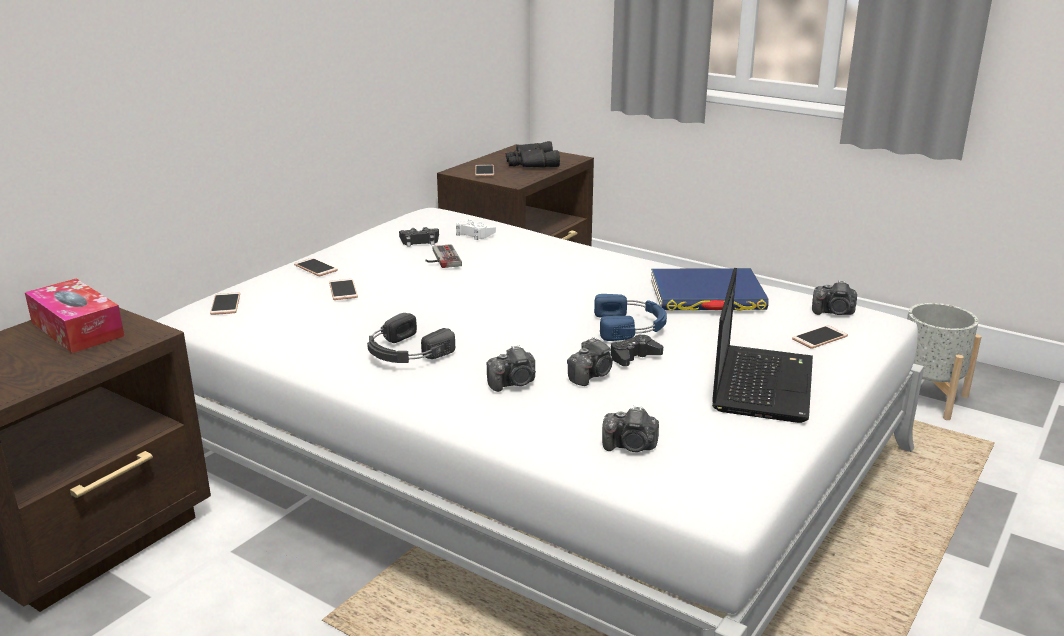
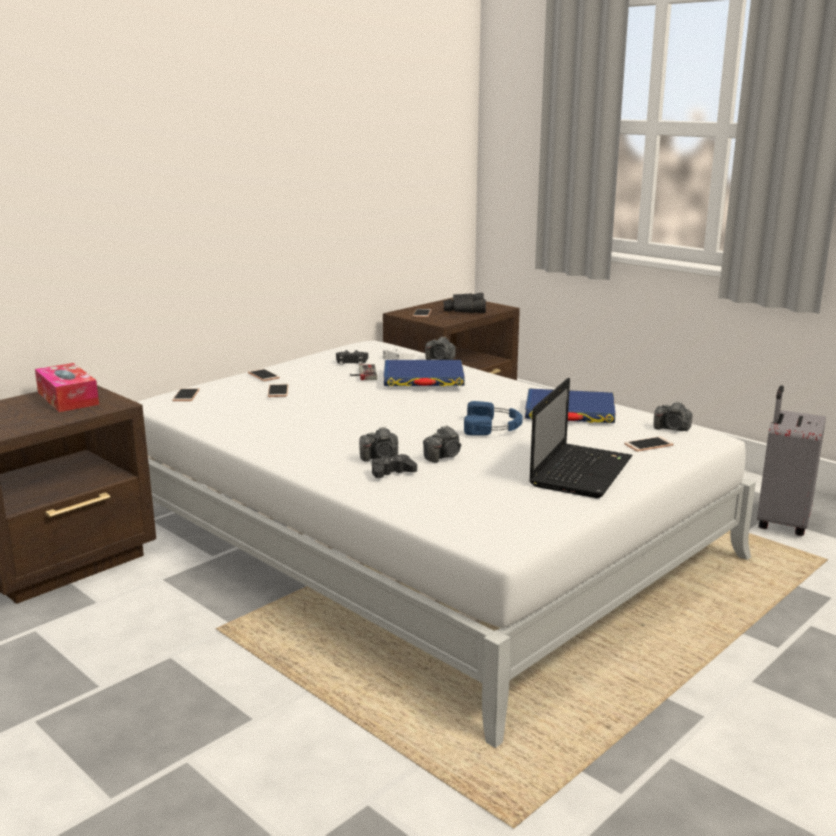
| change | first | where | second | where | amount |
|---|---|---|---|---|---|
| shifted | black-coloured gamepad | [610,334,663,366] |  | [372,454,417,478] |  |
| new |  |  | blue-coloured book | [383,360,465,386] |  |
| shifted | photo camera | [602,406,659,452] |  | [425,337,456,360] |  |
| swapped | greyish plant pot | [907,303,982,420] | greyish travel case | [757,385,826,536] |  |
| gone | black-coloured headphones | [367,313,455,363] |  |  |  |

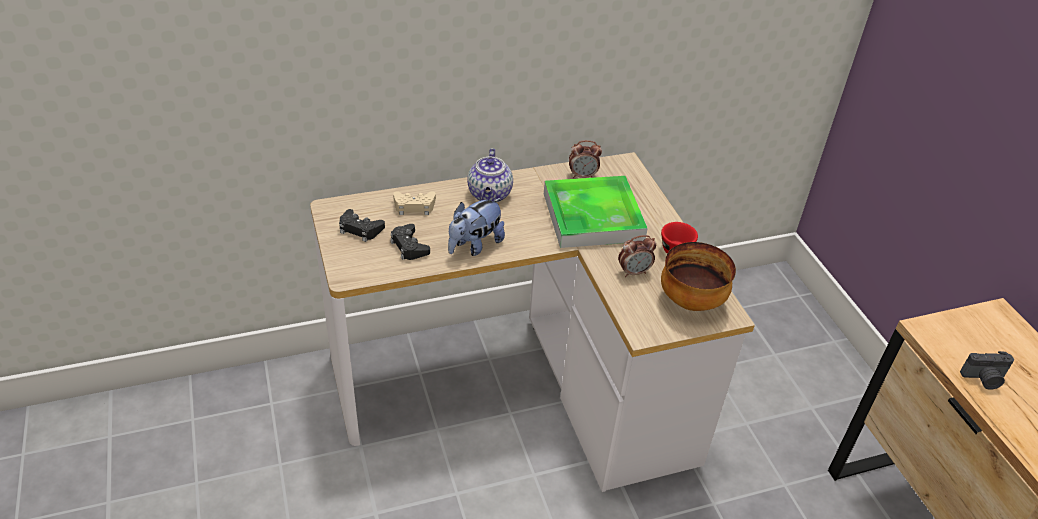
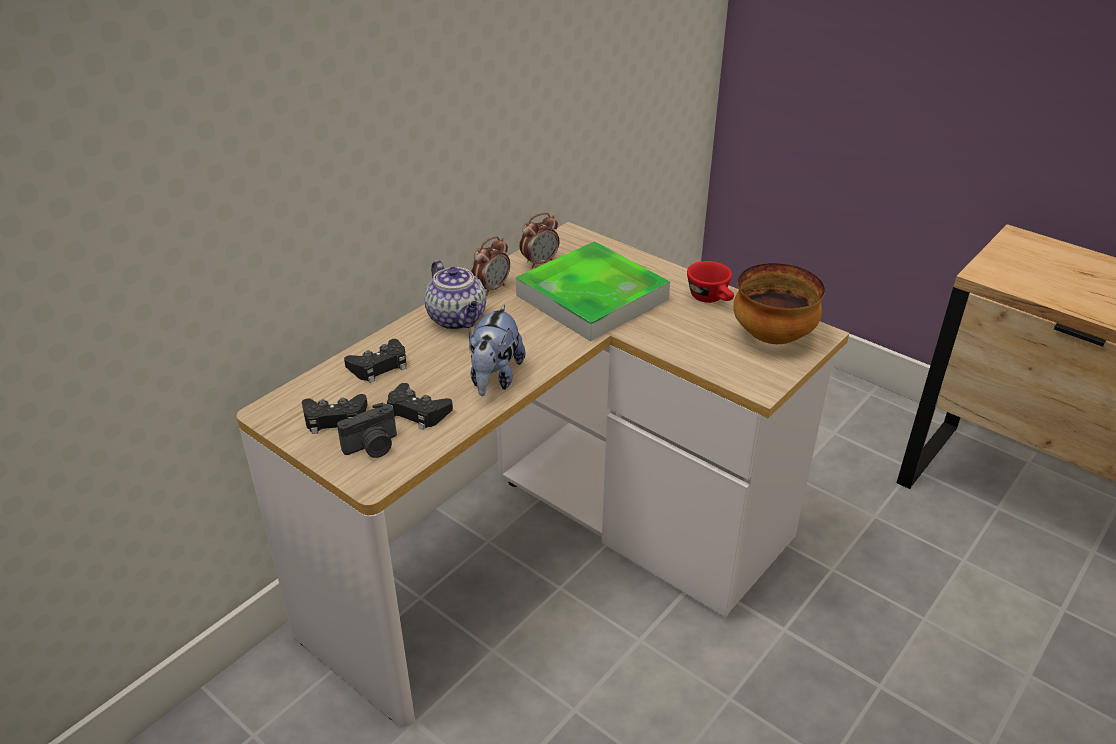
| change | first | where | second | where | amount |
|---|---|---|---|---|---|
| shifted | photo camera | [960,351,1014,390] |  | [337,402,397,458] |  |
| repainted | beige-coloured gamepad | [393,191,436,215] | black-coloured gamepad | [344,339,407,383] |  |
| shifted | table clock | [618,235,656,277] |  | [471,236,510,296] |  |

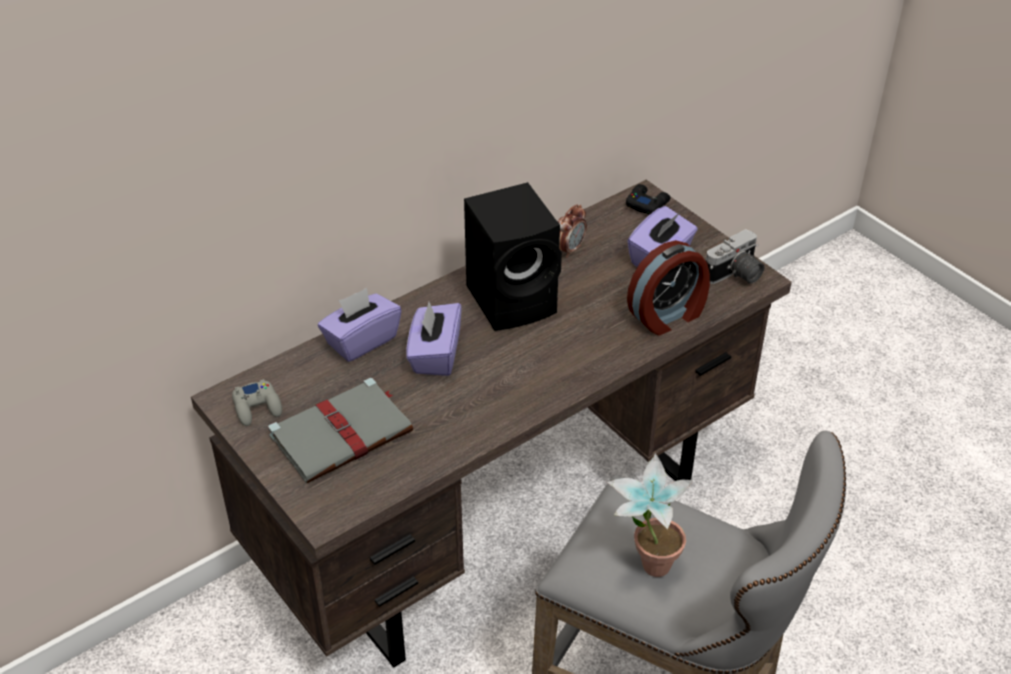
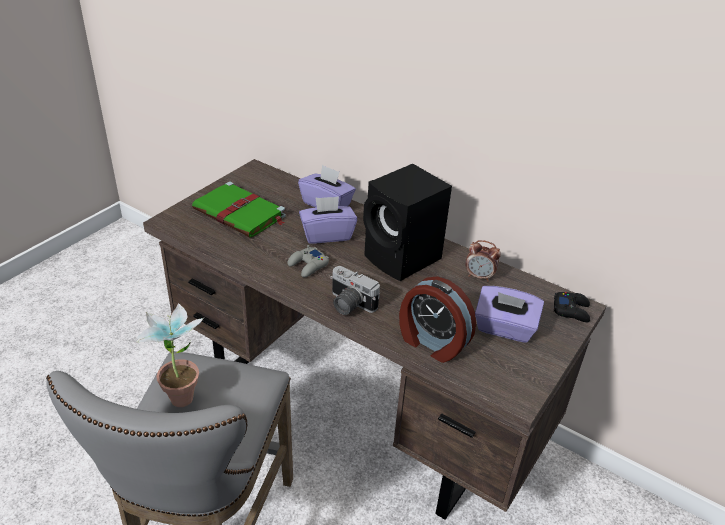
| change | first | where | second | where | amount |
|---|---|---|---|---|---|
| repainted | greyish book | [268,378,413,483] | green book | [192,181,286,237] |  |
| shifted | greyish gamepad | [232,379,282,426] |  | [287,245,329,278] |  |
| shifted | photo camera | [706,229,764,284] |  | [330,266,380,315] |  |

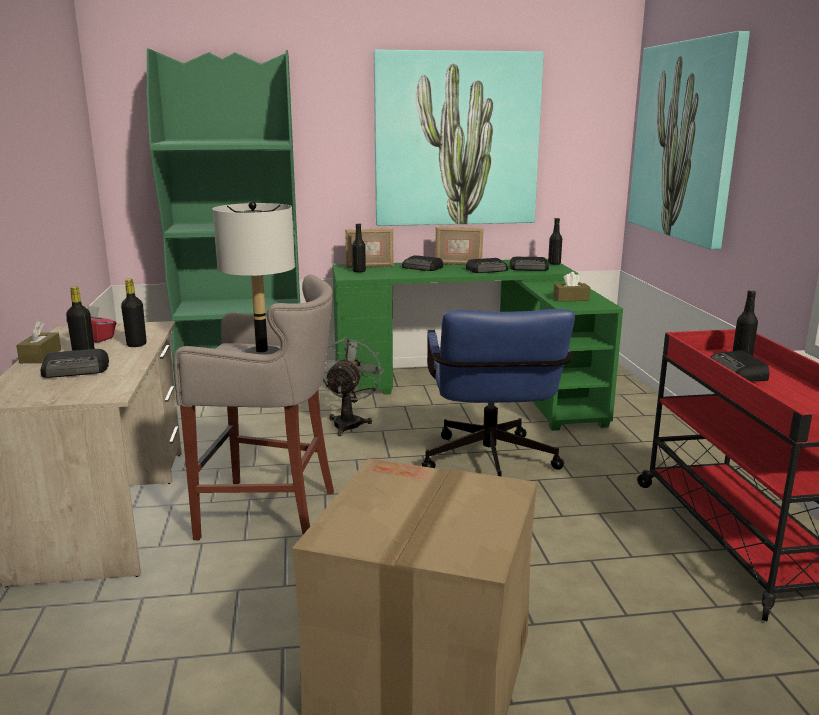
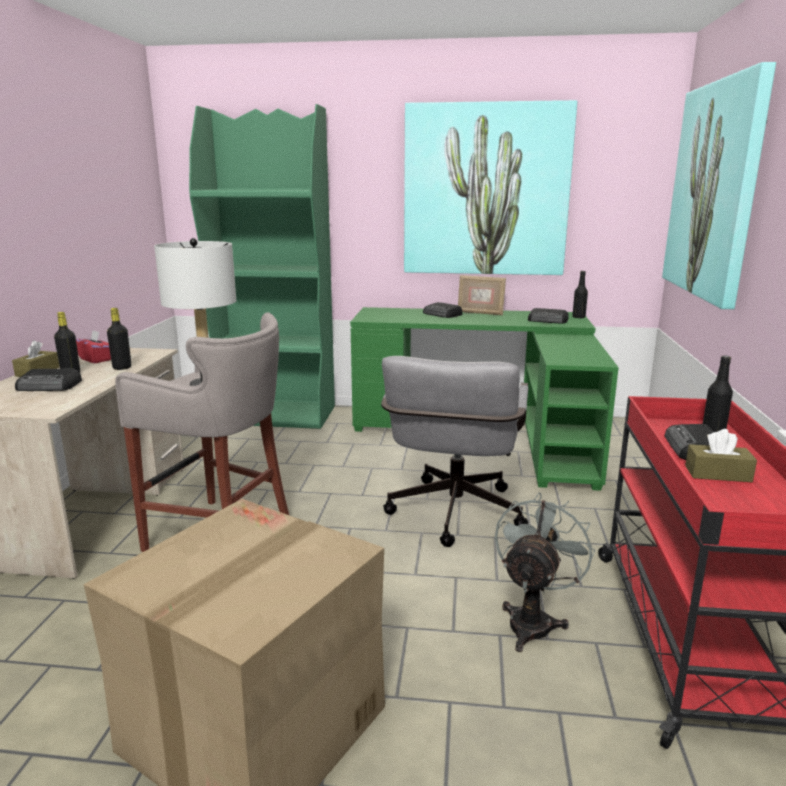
| change | first | where | second | where | amount |
|---|---|---|---|---|---|
| repainted | blue-coloured desk chair | [421,309,575,476] | greyish desk chair | [381,356,528,547] |  |
| shifted | greyish fan | [323,336,384,436] |  | [495,492,595,652] |  |
| shifted | brown-coloured tissue box | [553,272,590,302] |  | [685,429,757,482] |  |
| gone | photo frame | [345,228,394,268] |  |  |  |
| gone | black-coloured beverage bottle | [352,223,366,272] |  |  |  |
| gone | radio set | [466,258,508,273] |  |  |  |

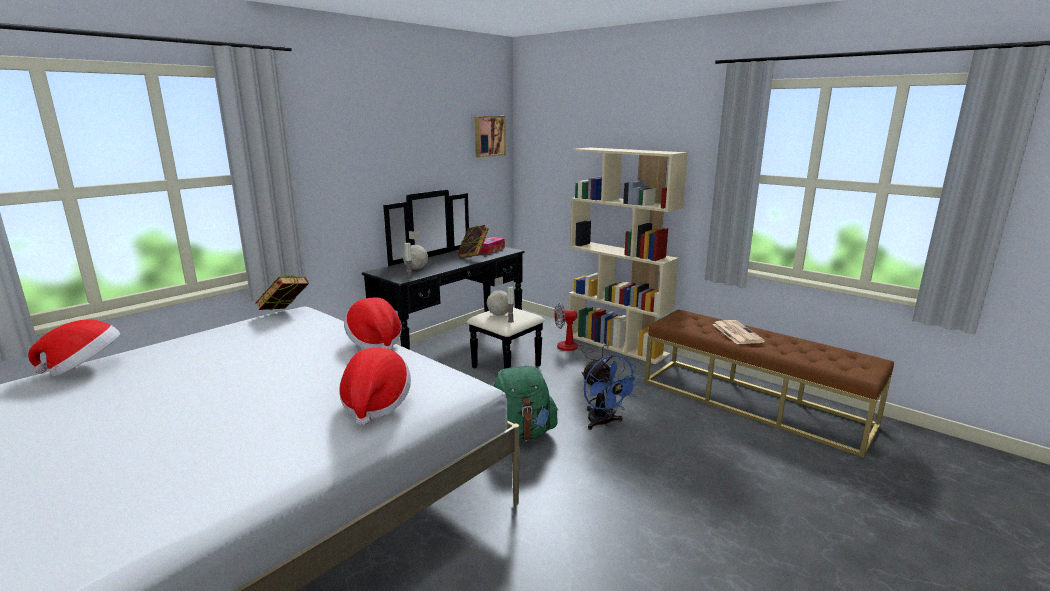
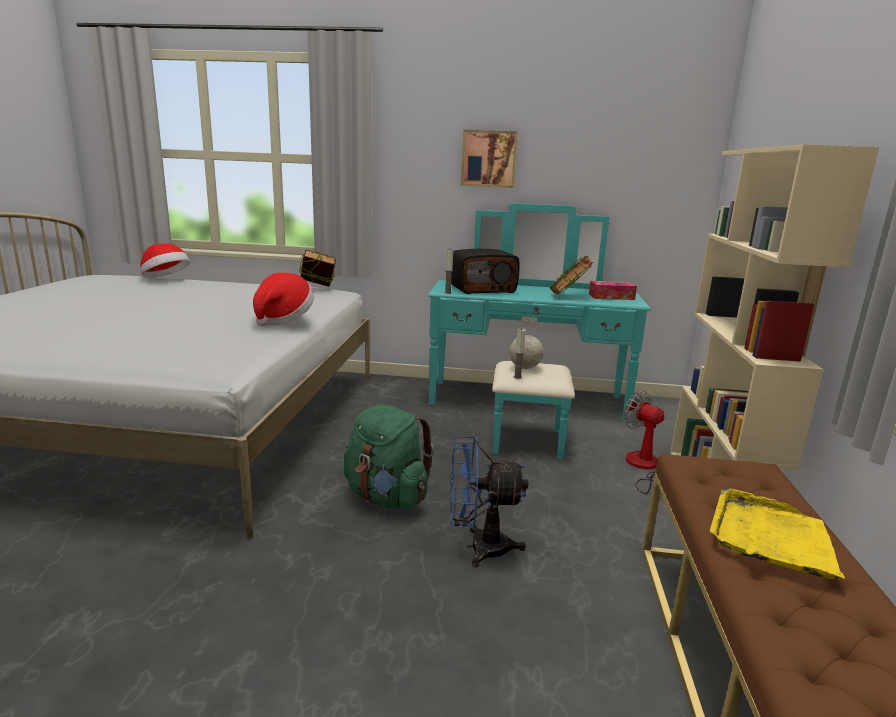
| change | first | where | second | where | amount |
|---|---|---|---|---|---|
| repainted | black-coloured drawer chest | [362,189,545,369] | blue-green drawer chest | [428,203,651,460] |  |
| rotated | blue-coloured fan | [582,355,640,430] |  | [450,436,528,567] | 60 degrees clockwise |
| swapped | globe | [403,231,428,270] | radio set | [451,249,519,294] |  |
| shifted | picture | [475,116,506,157] |  | [461,130,518,188] |  |
| swapped | daily paper | [712,320,765,344] | yellow-coloured carrying tray | [710,488,845,580] |  |
| gone | clothing hat | [339,348,411,425] |  |  |  |

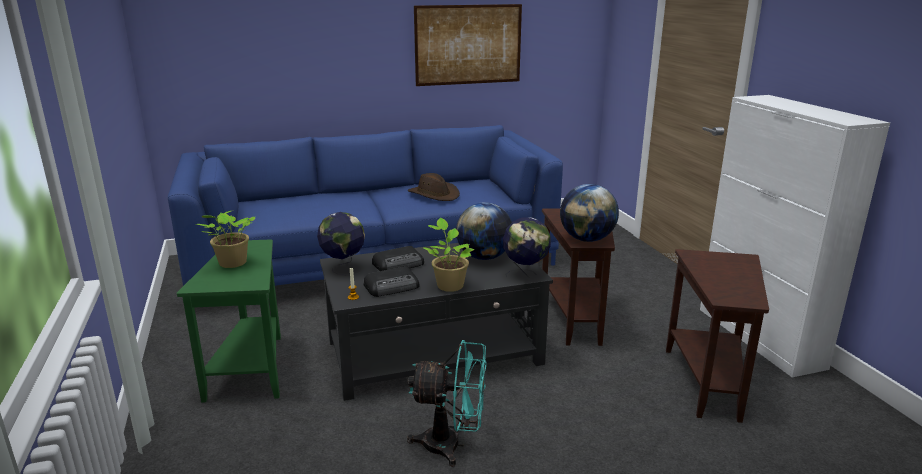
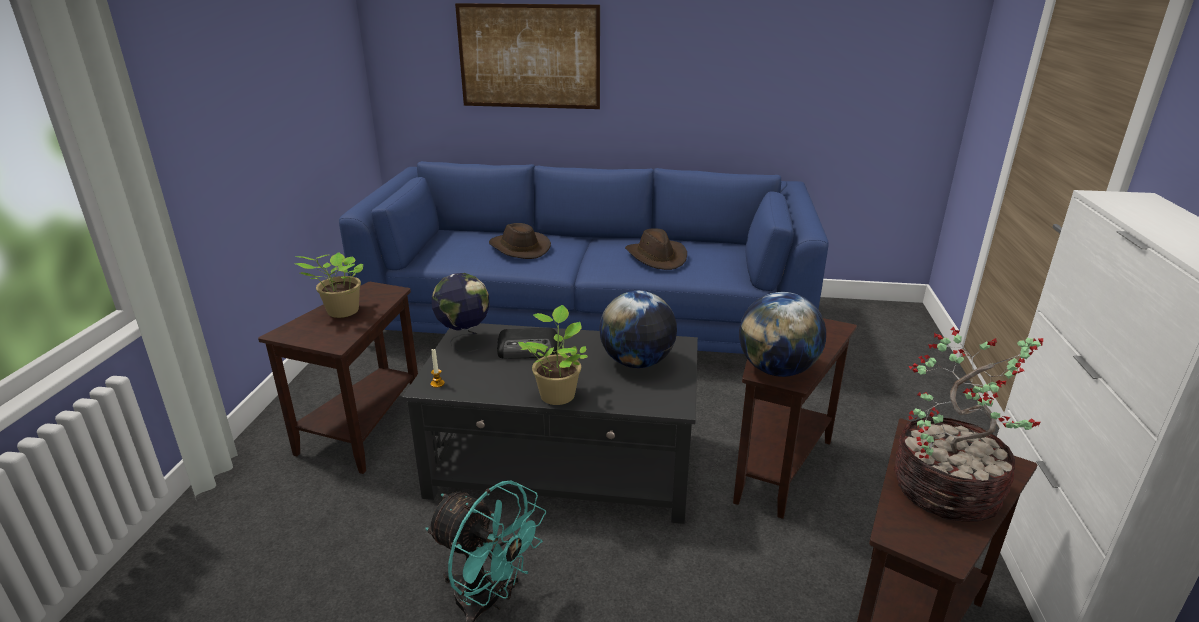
| change | first | where | second | where | amount |
|---|---|---|---|---|---|
| repainted | green side table | [177,239,281,403] | brown-coloured side table | [258,282,418,474] |  |
| shifted | picture | [414,4,522,86] |  | [455,3,600,109] |  |
| new |  |  | brown-coloured clothing hat | [489,223,551,259] |  |
| new |  |  | plant in a pot | [894,326,1043,522] |  |
| gone | radio set | [364,267,419,297] |  |  |  |
| gone | globe | [503,217,551,278] |  |  |  |

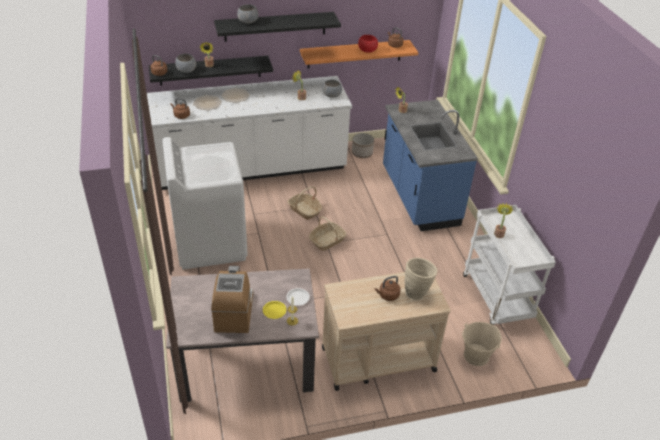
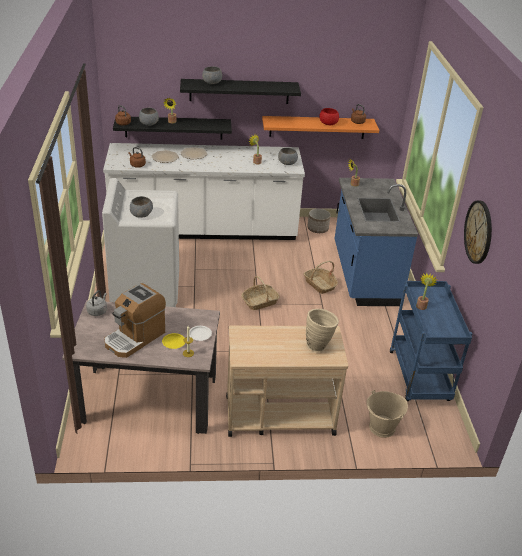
| change | first | where | second | where | amount |
|---|---|---|---|---|---|
| new |  |  | greyish kettle | [86,290,107,316] |  |
| rotated | coffee machine | [211,266,253,333] |  | [105,283,166,358] | 150 degrees counterclockwise |
| new |  |  | greyish bowl | [130,196,153,218] |  |
| shifted | storage basket | [287,187,322,220] |  | [304,261,338,294] |  |
| repainted | white wheeled cart | [463,205,556,325] | blue-coloured wheeled cart | [390,281,472,401] |  |
| new |  |  | clock on the wall | [464,201,492,264] |  |
| gone | brown-coloured kettle | [374,276,400,301] |  |  |  |

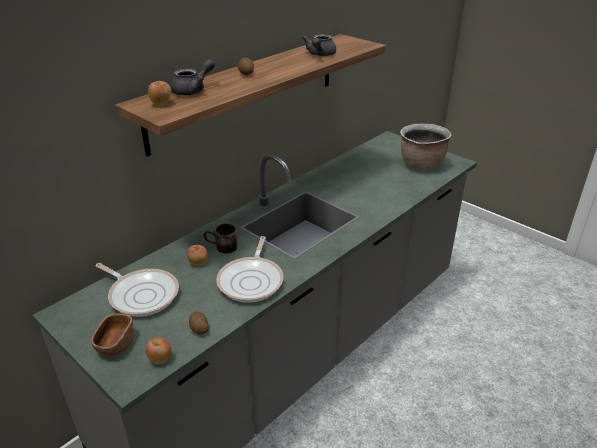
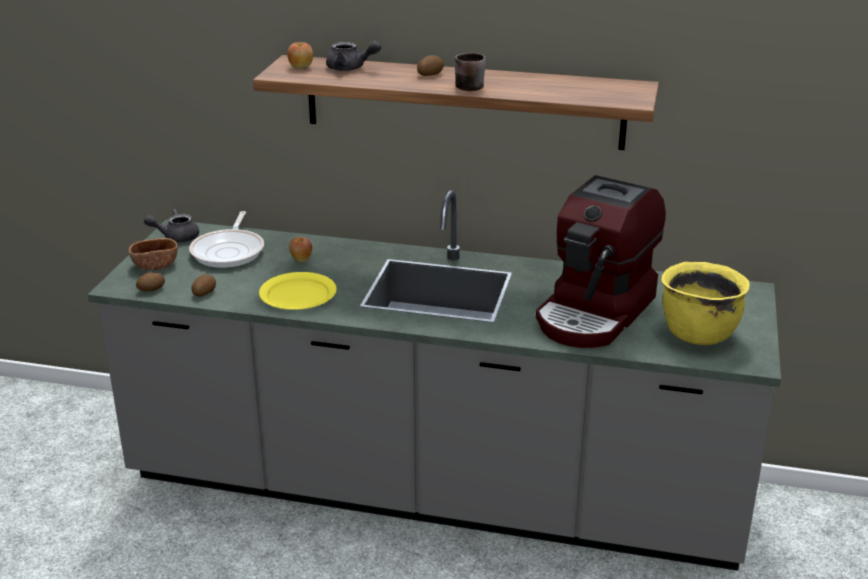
| change | first | where | second | where | amount |
|---|---|---|---|---|---|
| swapped | apple | [146,337,171,364] | potato | [136,272,165,291] |  |
| shifted | greyish tea pot | [302,34,336,56] |  | [144,209,199,242] |  |
| swapped | skillet | [216,236,284,303] | yellow-coloured flat dish | [259,272,337,310] |  |
| shifted | brown-coloured mug | [204,223,238,253] |  | [455,53,486,91] |  |
| new |  |  | coffee machine | [536,175,666,348] |  |
| repainted | brown-coloured stockpot | [400,124,451,171] | yellow-coloured stockpot | [662,262,750,345] |  |

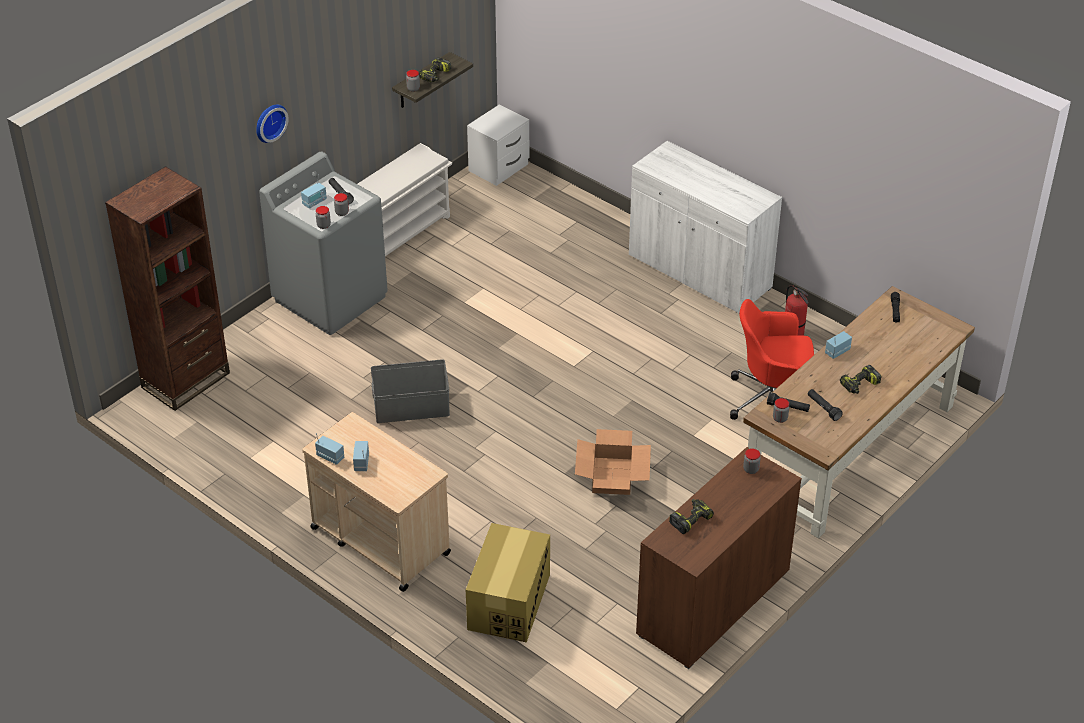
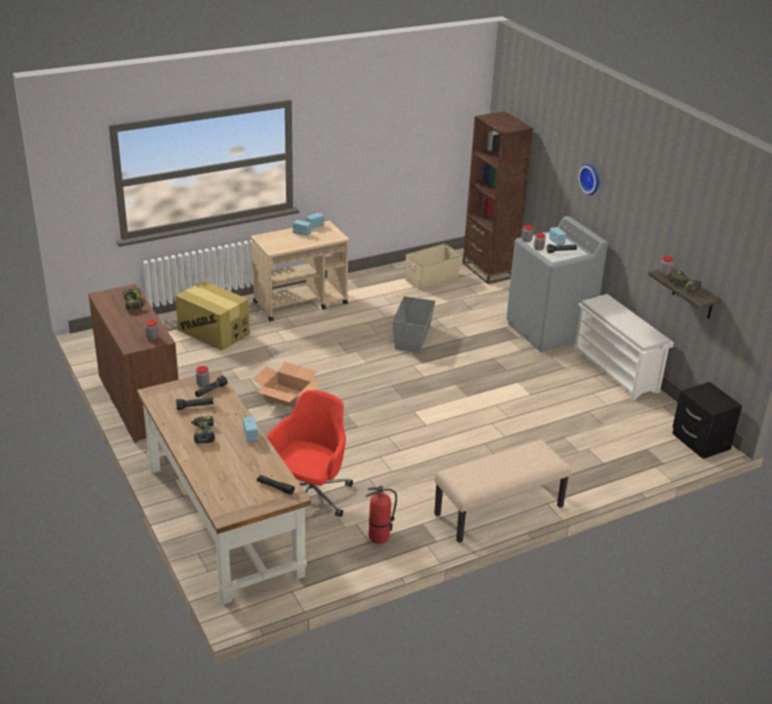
| change | first | where | second | where | amount |
|---|---|---|---|---|---|
| new |  |  | beige-coloured storage box | [405,243,462,290] |  |
| swapped | white storage cabinet | [629,141,782,314] | beige-coloured long seat | [434,440,571,543] |  |
| repainted | white night table | [467,104,529,186] | black-coloured night table | [672,382,742,459] |  |

